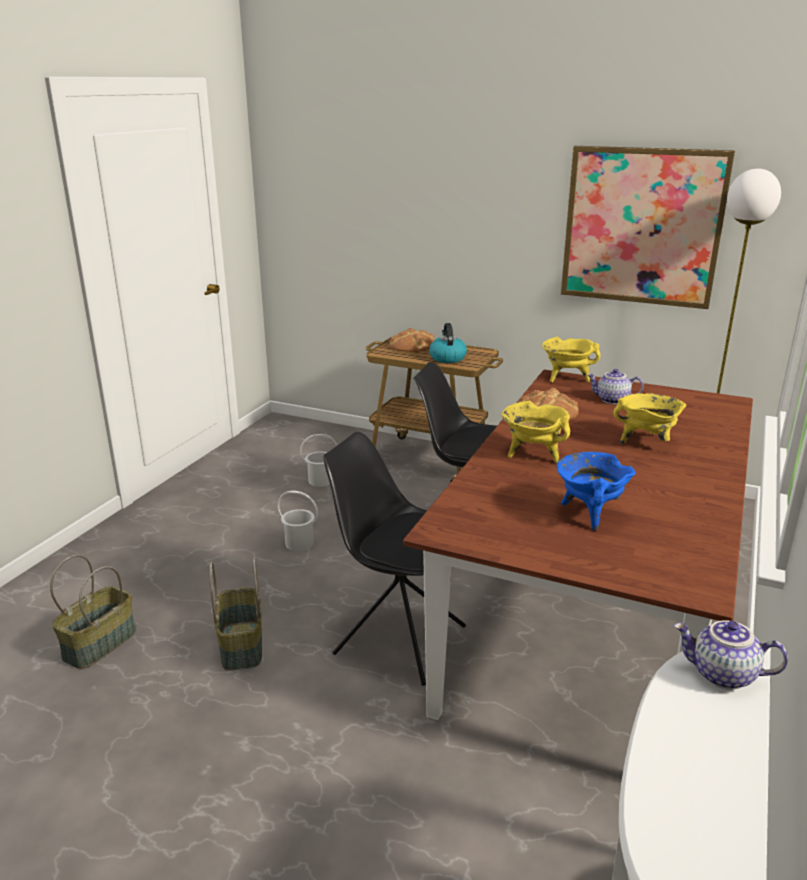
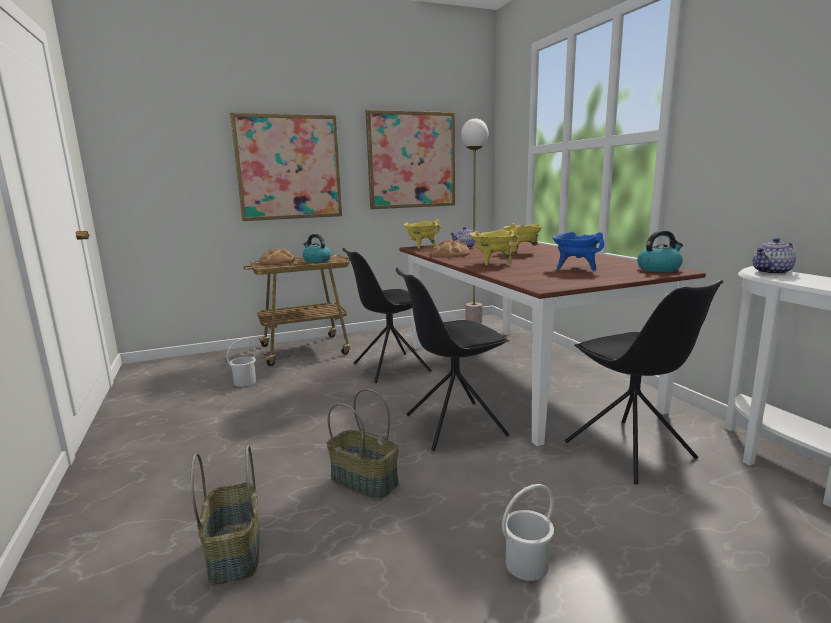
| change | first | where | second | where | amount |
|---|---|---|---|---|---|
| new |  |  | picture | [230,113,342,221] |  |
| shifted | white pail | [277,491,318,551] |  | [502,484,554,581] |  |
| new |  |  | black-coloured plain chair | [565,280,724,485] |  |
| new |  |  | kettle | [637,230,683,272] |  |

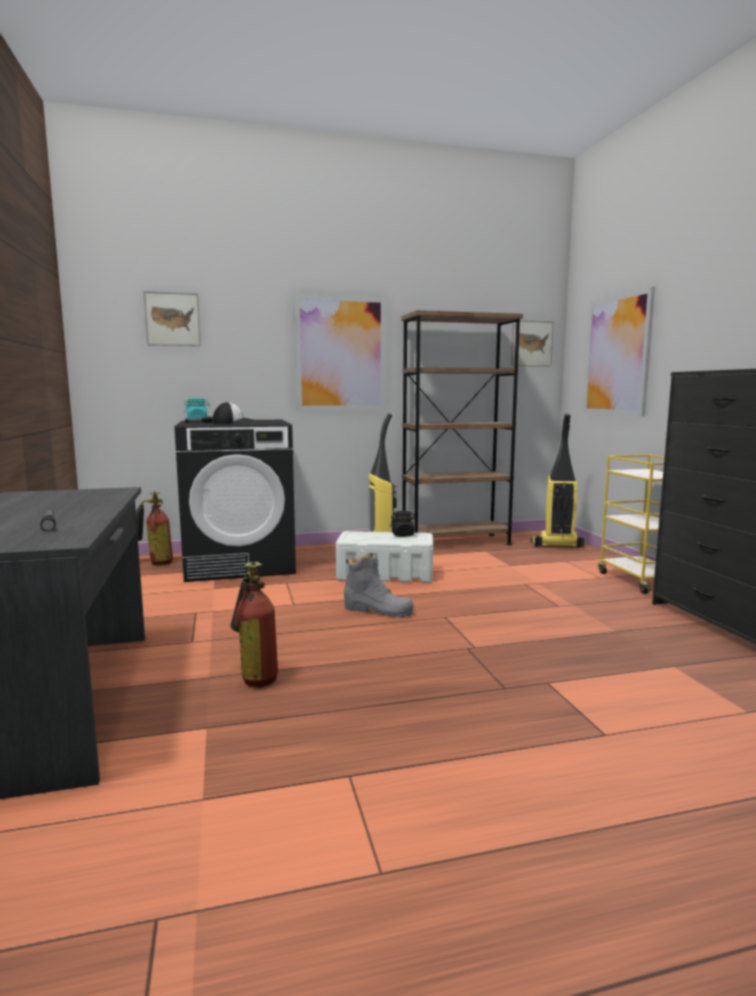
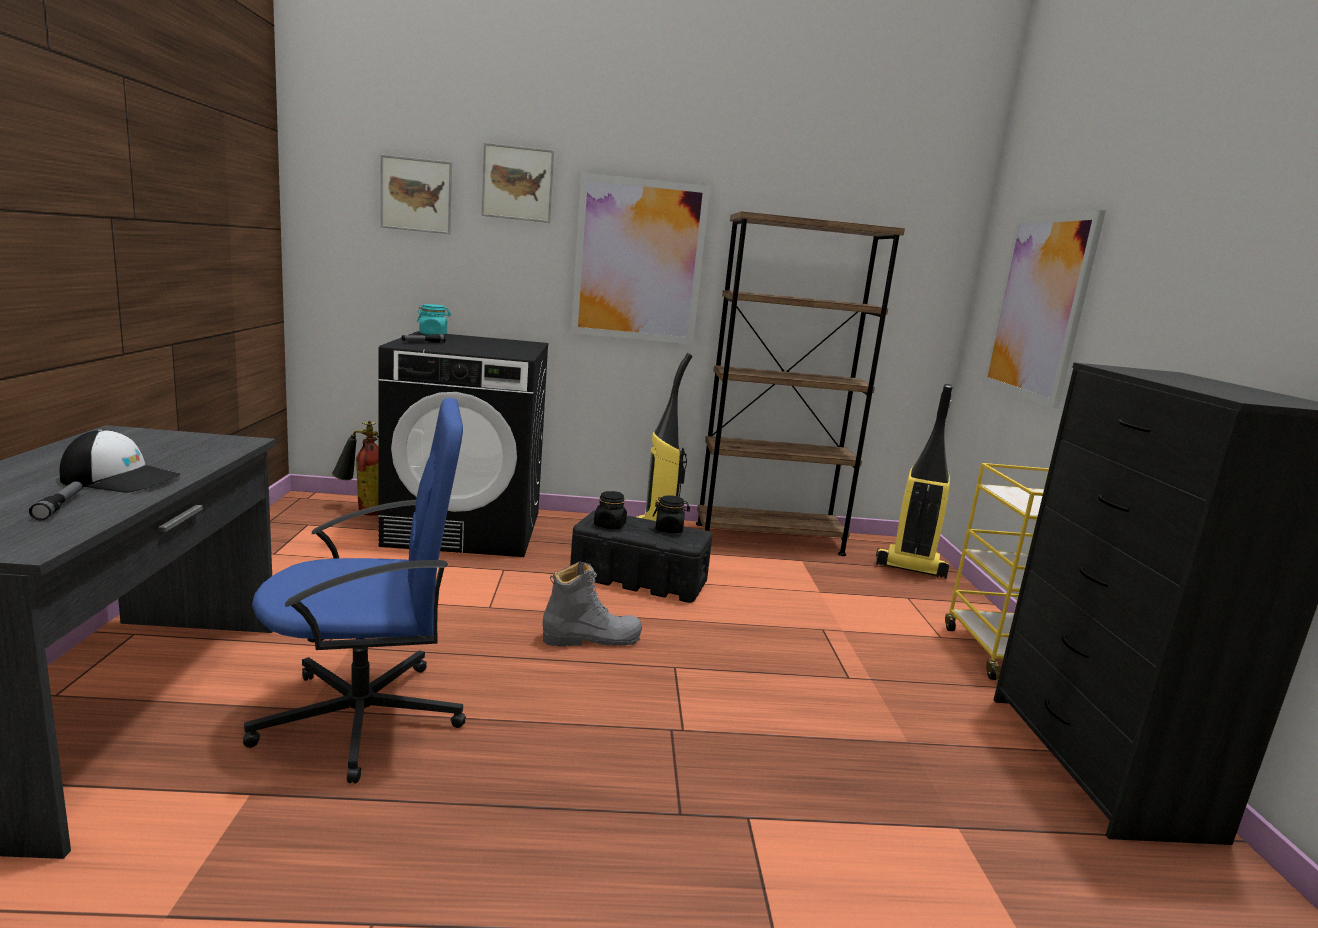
| change | first | where | second | where | amount |
|---|---|---|---|---|---|
| shifted | peaked cap | [213,402,259,424] |  | [60,430,181,492] |  |
| swapped | fire-fighting cylinder | [230,562,278,687] | blue-coloured desk chair | [243,398,466,784] |  |
| shifted | picture | [511,320,554,366] |  | [481,143,554,223] |  |
| rotated | greyish high-top boot | [344,553,414,618] |  | [542,561,642,647] | 45 degrees counterclockwise |
| repainted | white storage box | [336,531,433,583] | black-coloured storage box | [570,510,712,603] |  |
| new |  |  | black-coloured storage jar | [594,491,627,529] |  |

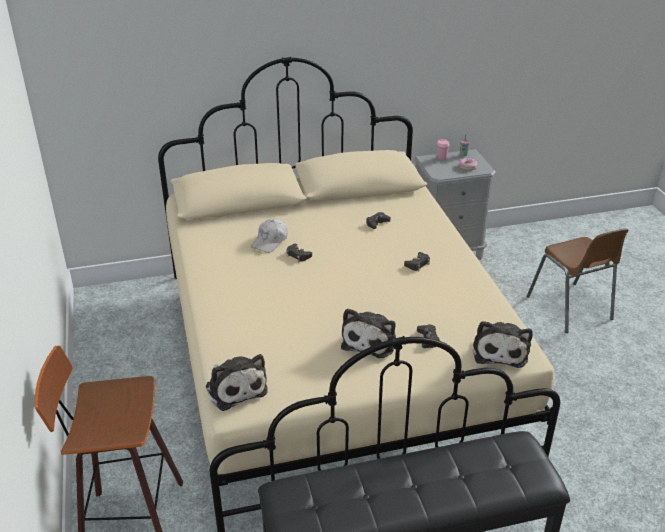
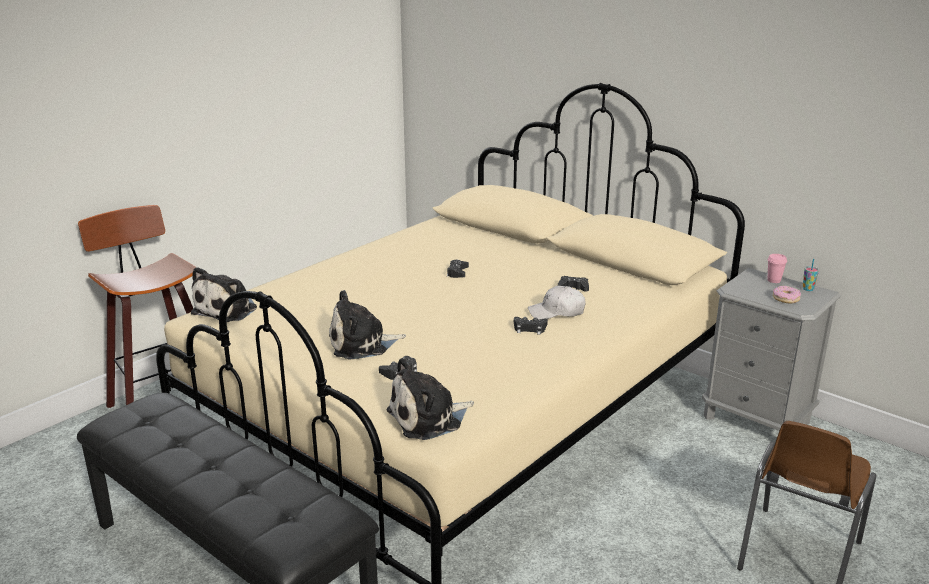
| change | first | where | second | where | amount |
|---|---|---|---|---|---|
| shifted | white peaked cap | [251,219,287,253] |  | [528,285,586,320] |  |

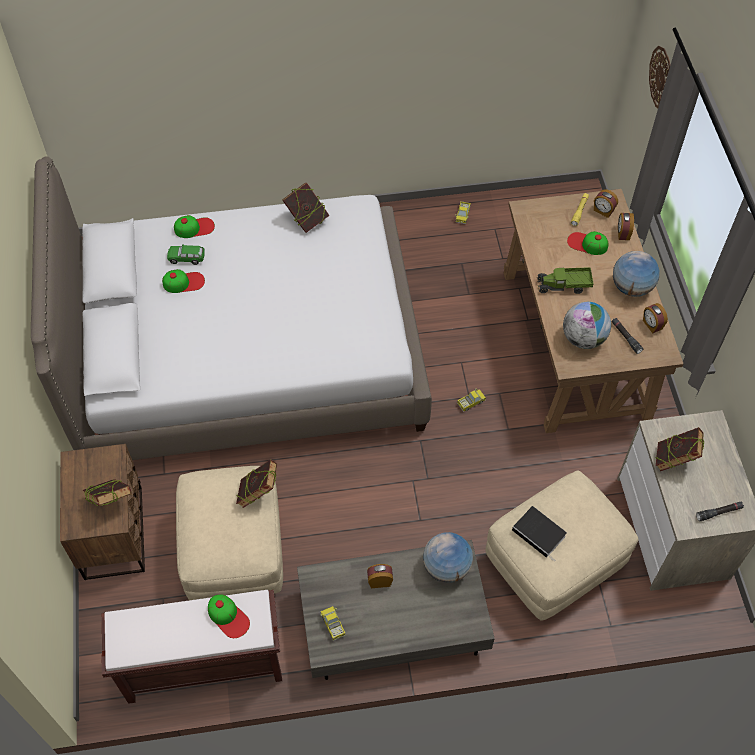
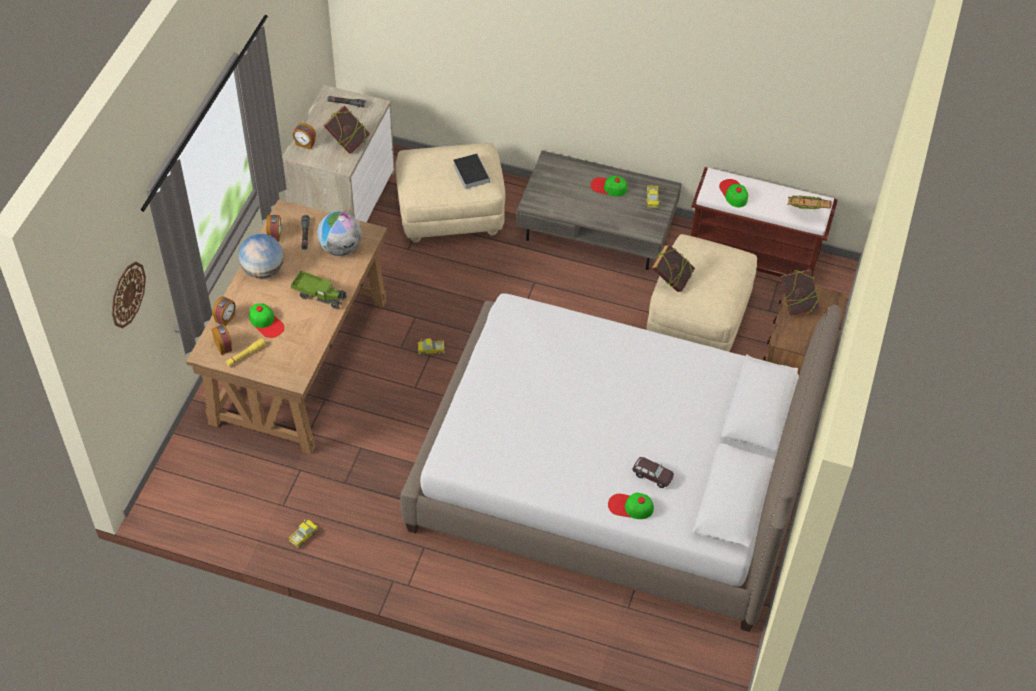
| change | first | where | second | where | amount |
|---|---|---|---|---|---|
| shifted | table clock | [367,564,393,588] |  | [293,123,316,150] |  |
| shifted | peaked cap | [162,269,205,293] |  | [590,175,628,196] |  |
| repainted | green toy car | [167,244,205,265] | brown-coloured toy car | [632,457,674,488] |  |
| shifted | book | [282,183,330,233] |  | [788,196,832,209] |  |
| gone | globe | [423,532,473,583] |  |  |  |

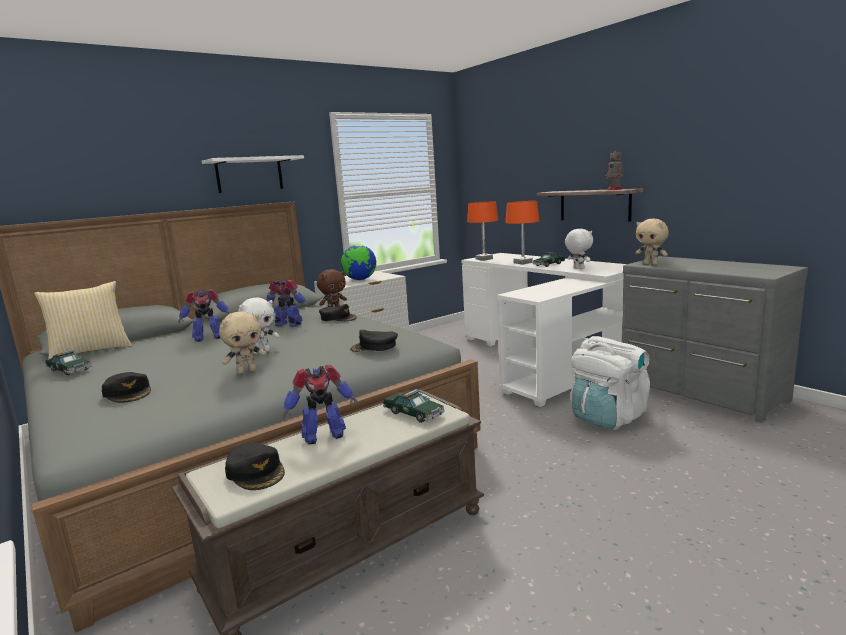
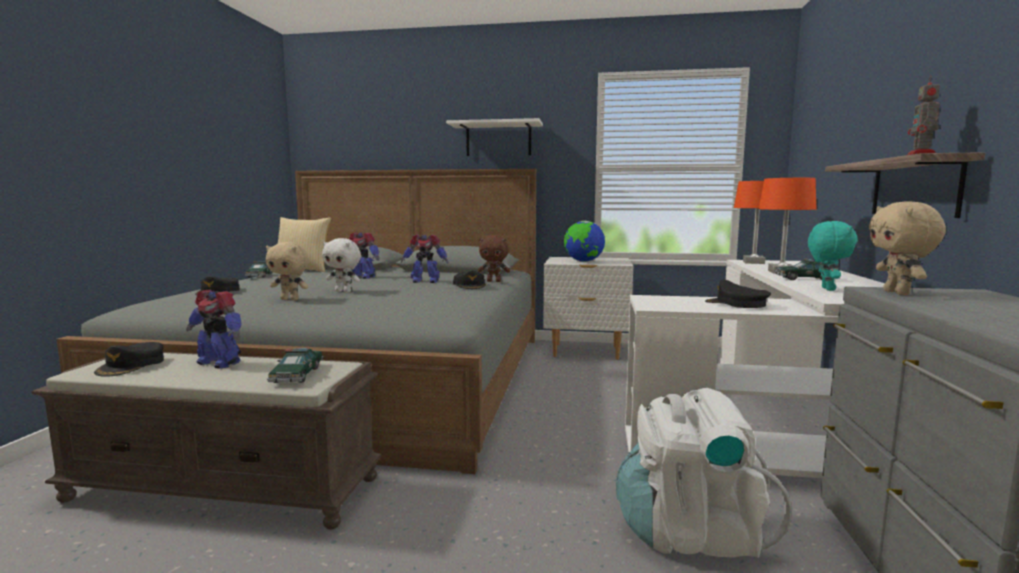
| change | first | where | second | where | amount |
|---|---|---|---|---|---|
| rotated | model robot | [266,279,309,327] |  | [401,234,448,283] | 120 degrees clockwise |
| shifted | black-coloured peaked cap | [350,330,398,352] |  | [705,279,771,308] |  |
| repainted | white cuddly toy | [565,229,593,269] | blue-green cuddly toy | [808,221,858,291] |  |

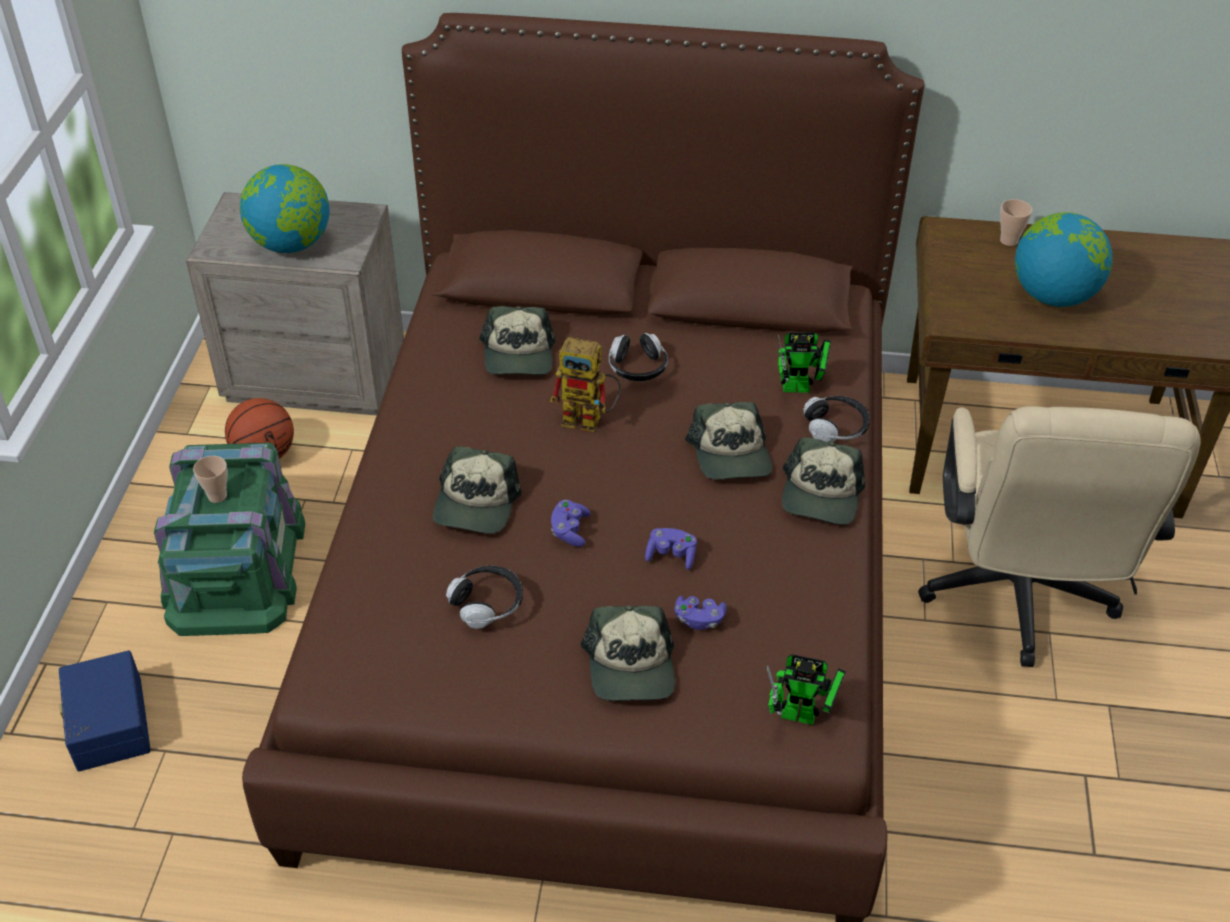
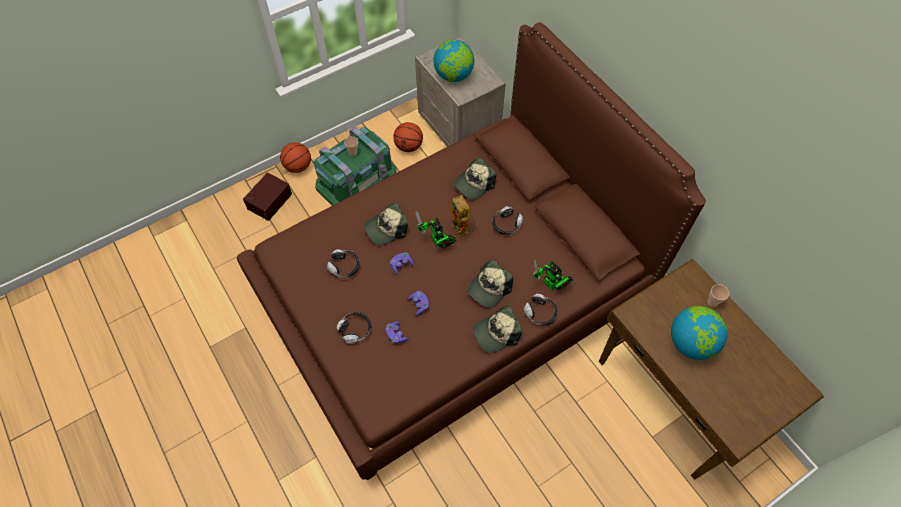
| change | first | where | second | where | amount |
|---|---|---|---|---|---|
| repainted | blue-coloured storage box | [59,651,151,771] | brown-coloured storage box | [243,172,292,221] |  |
| new |  |  | basketball ball | [280,142,311,173] |  |
| swapped | peaked cap | [580,605,675,701] | headphones | [337,312,371,344] |  |
| shifted | model robot | [767,655,846,725] |  | [415,211,456,248] |  |
| gone | beige-coloured desk chair | [918,406,1201,667] |  |  |  |

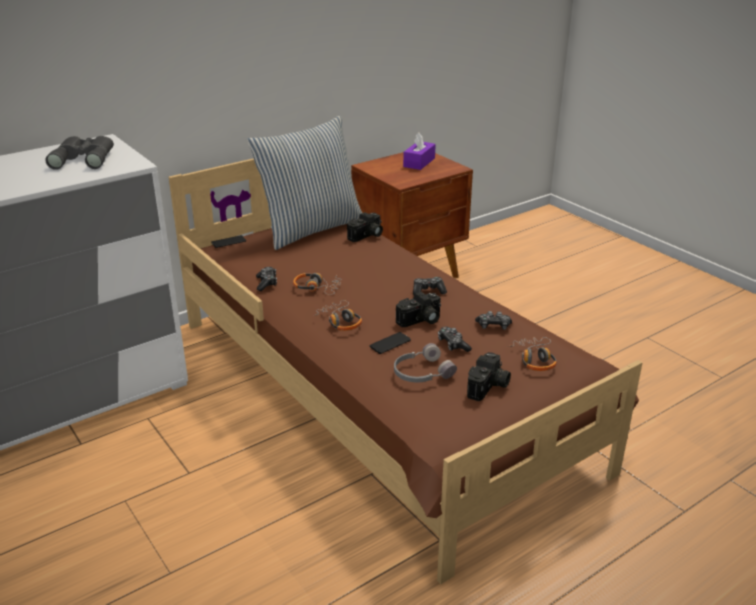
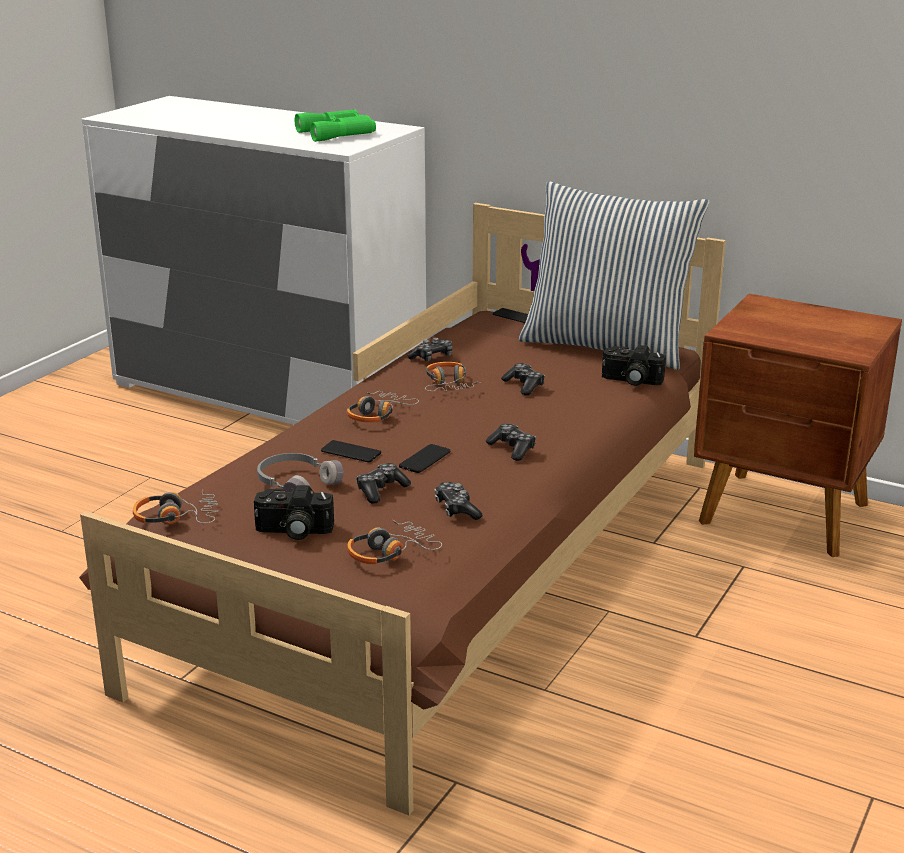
| change | first | where | second | where | amount |
|---|---|---|---|---|---|
| new |  |  | headphones | [133,489,218,525] |  |
| repainted | greyish binoculars | [45,136,114,170] | green binoculars | [295,110,376,142] |  |
| swapped | photo camera | [396,292,441,327] | phone | [399,444,450,473] |  |
| new |  |  | gamepad | [501,363,545,395] |  |
| gone | purplish tissue box | [403,133,436,170] |  |  |  |

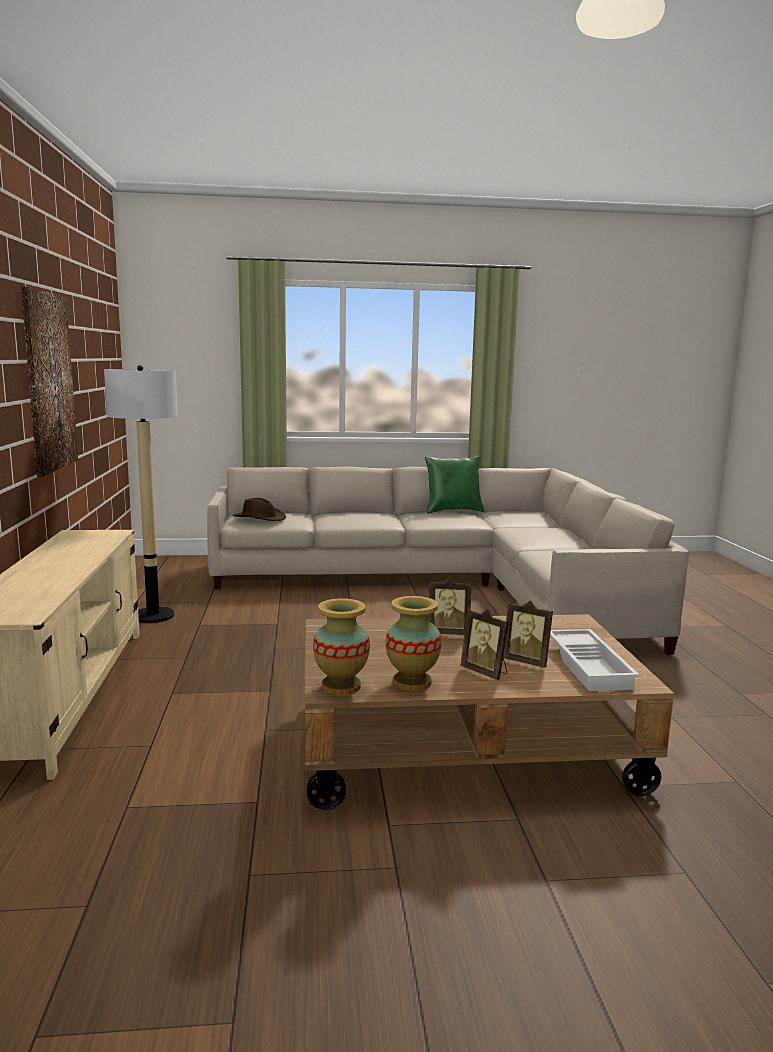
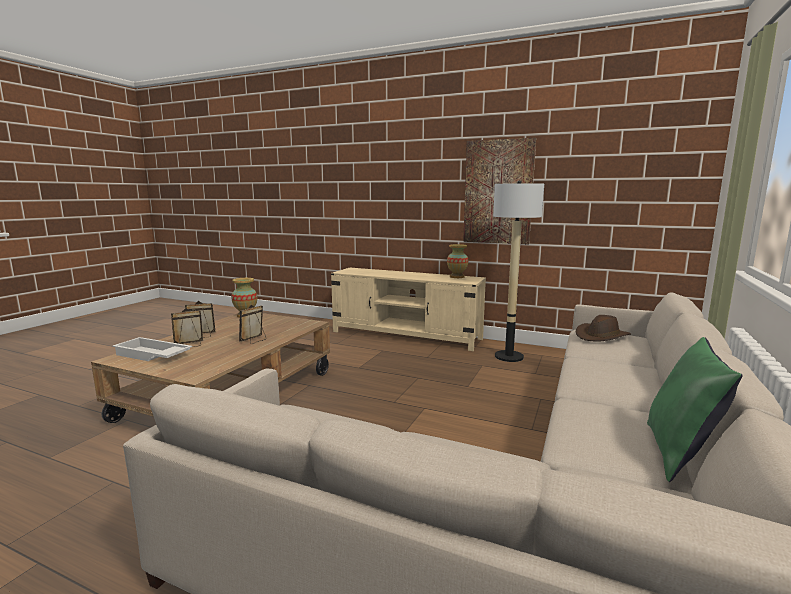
| change | first | where | second | where | amount |
|---|---|---|---|---|---|
| shifted | decorative vase | [386,596,441,691] |  | [447,244,468,278] |  |

